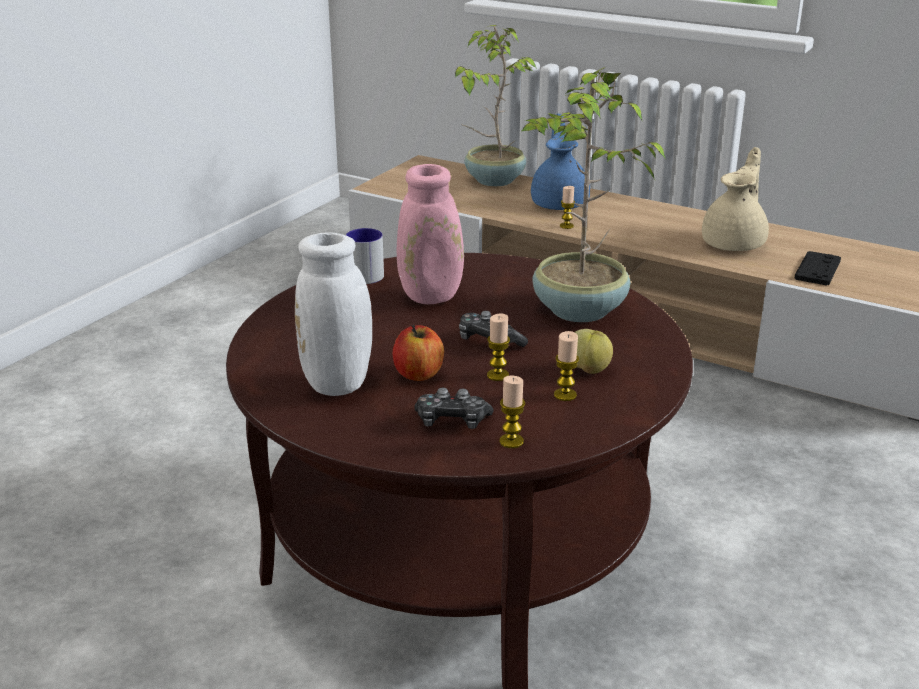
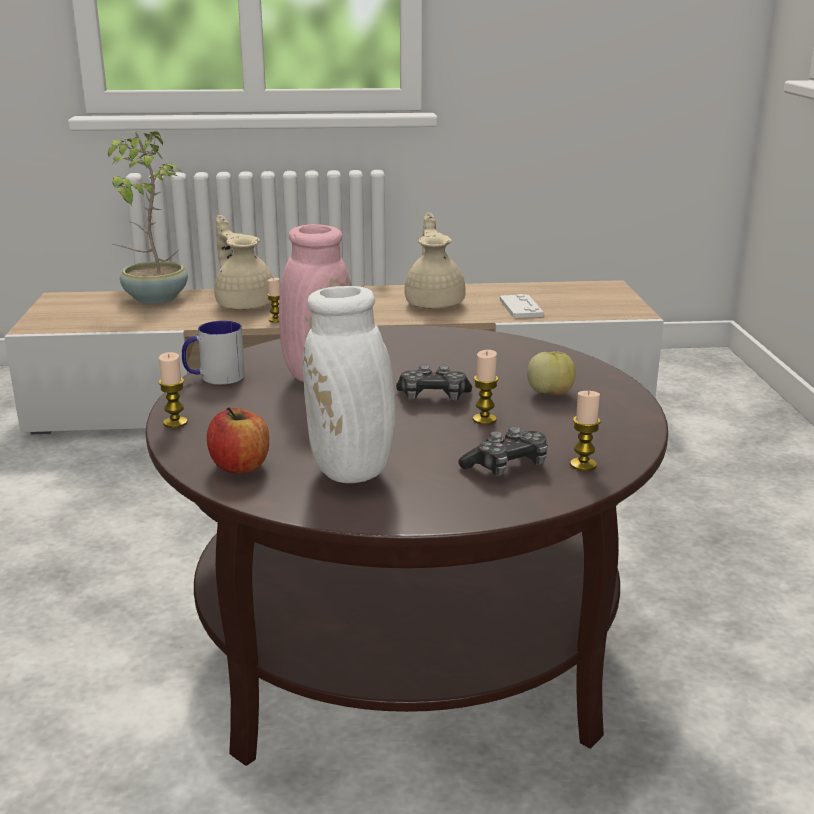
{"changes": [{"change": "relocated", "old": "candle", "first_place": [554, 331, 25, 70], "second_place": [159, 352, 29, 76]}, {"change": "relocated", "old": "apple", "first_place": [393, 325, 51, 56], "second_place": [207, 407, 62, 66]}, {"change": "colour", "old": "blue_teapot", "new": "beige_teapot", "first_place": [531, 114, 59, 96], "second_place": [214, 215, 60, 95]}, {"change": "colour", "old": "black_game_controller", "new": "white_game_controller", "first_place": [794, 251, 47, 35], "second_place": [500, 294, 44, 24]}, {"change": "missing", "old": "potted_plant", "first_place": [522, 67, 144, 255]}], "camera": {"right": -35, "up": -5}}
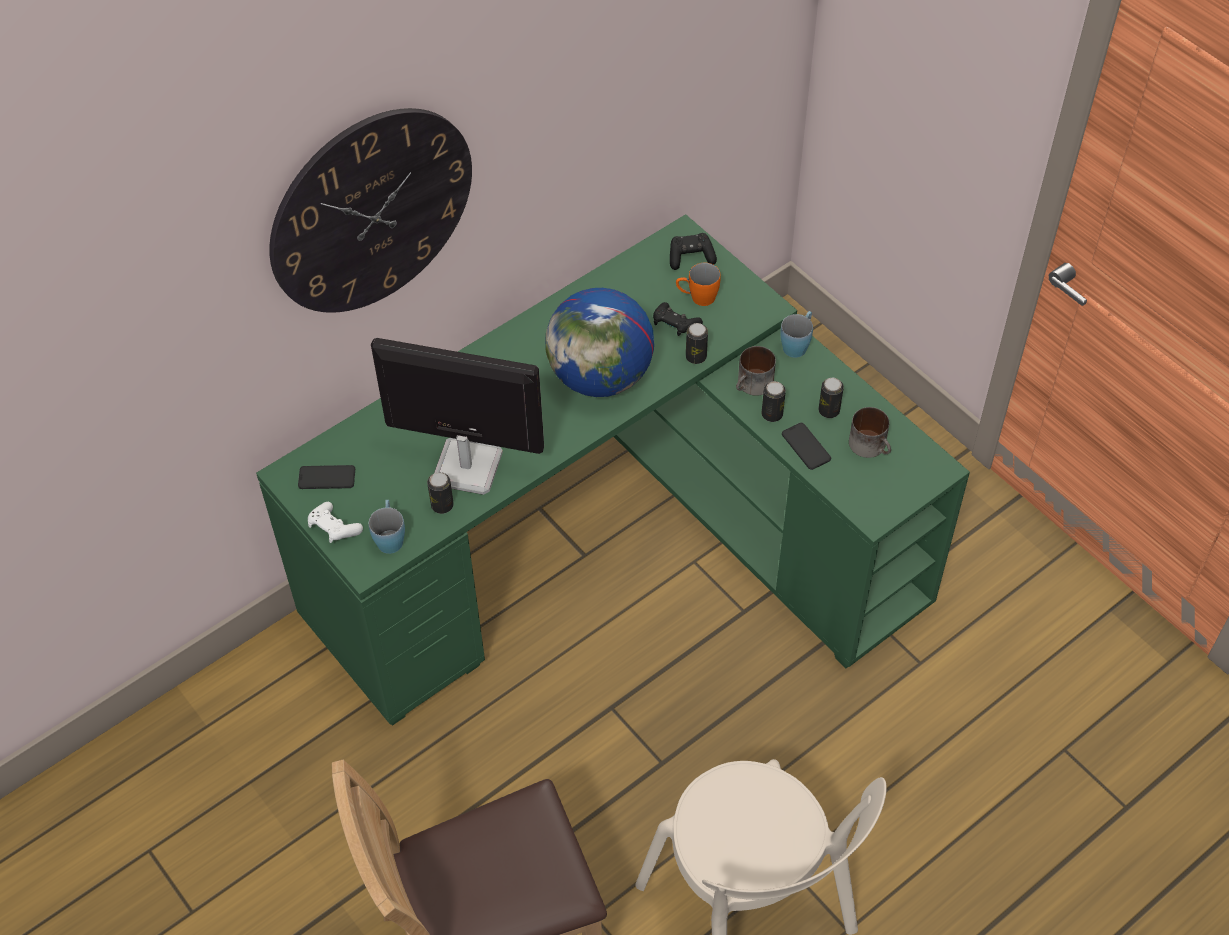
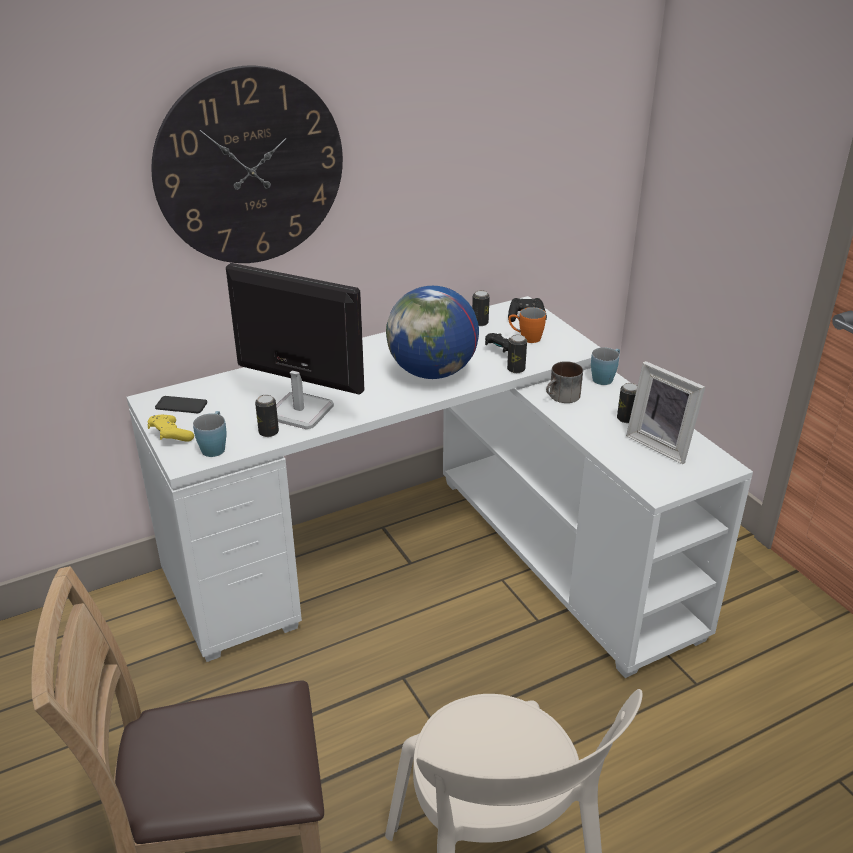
{"changes": [{"change": "colour", "old": "green_desk", "new": "white_desk", "first_place": [256, 214, 714, 512], "second_place": [127, 296, 626, 382]}, {"change": "colour", "old": "white_game_controller", "new": "yellow_game_controller", "first_place": [308, 502, 55, 41], "second_place": [148, 415, 46, 27]}, {"change": "relocated", "old": "can", "first_place": [762, 381, 24, 41], "second_place": [472, 290, 18, 36]}, {"change": "exchanged", "old": "mug", "new": "picture_frame", "first_place": [849, 407, 42, 51], "second_place": [626, 361, 79, 103]}, {"change": "missing", "old": "phone", "first_place": [782, 423, 49, 47]}], "camera": {"right": 10, "up": -20}}
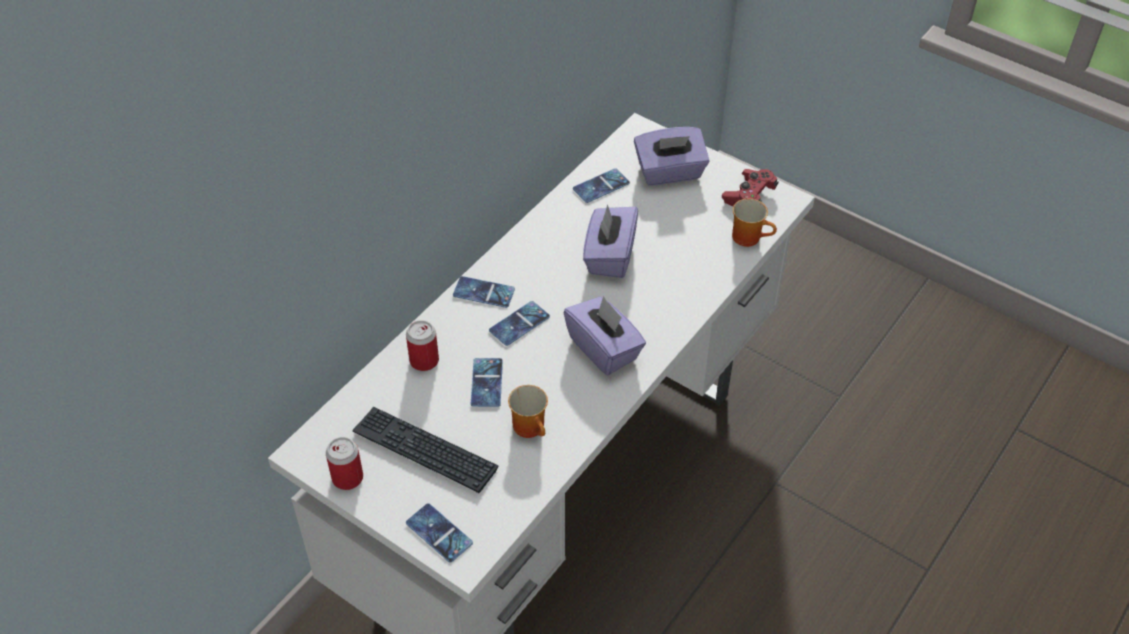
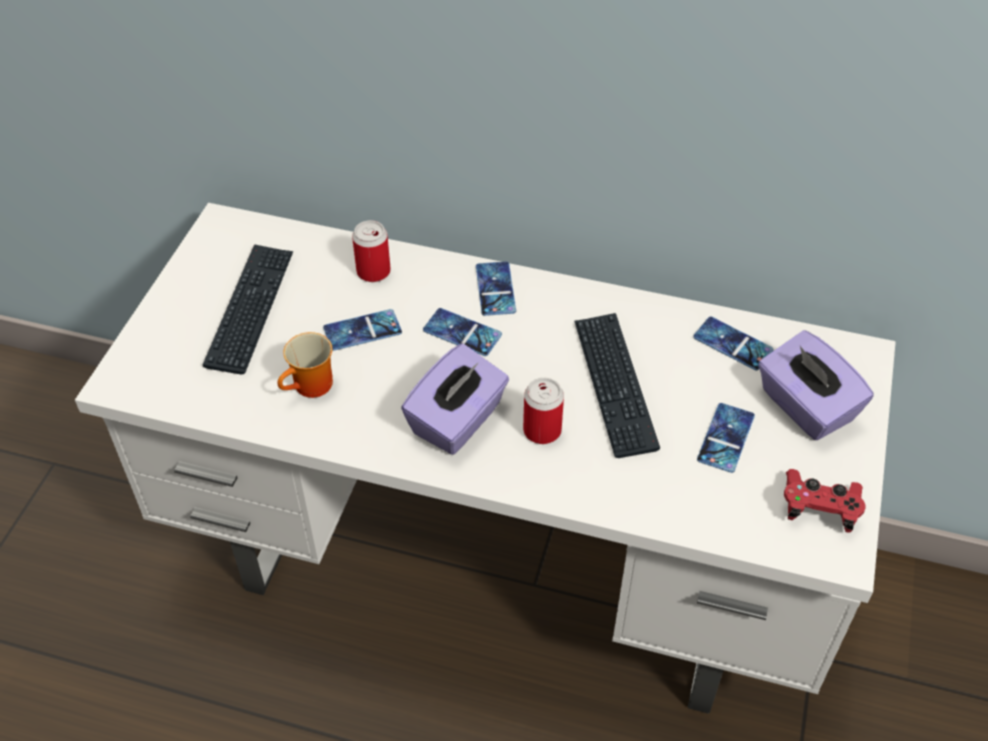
{"changes": [{"change": "relocated", "old": "can", "first_place": [326, 437, 37, 53], "second_place": [523, 378, 41, 66]}, {"change": "exchanged", "old": "purple_tissue_box", "new": "keyboard", "first_place": [583, 204, 55, 74], "second_place": [574, 313, 86, 145]}, {"change": "relocated", "old": "phone", "first_place": [406, 503, 67, 60], "second_place": [697, 403, 58, 70]}, {"change": "missing", "old": "mug", "first_place": [732, 198, 45, 49]}], "camera": {"right": 70, "up": 0}}
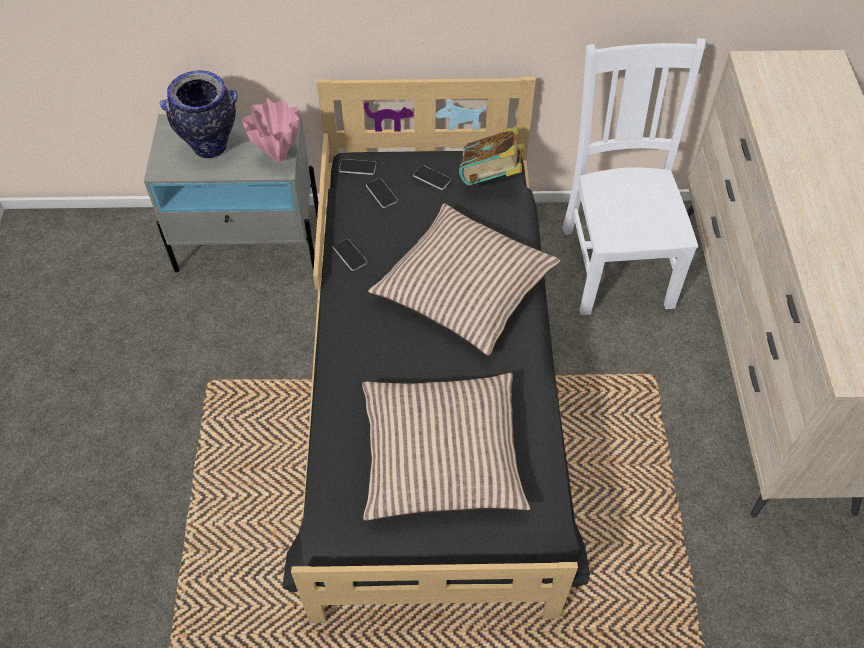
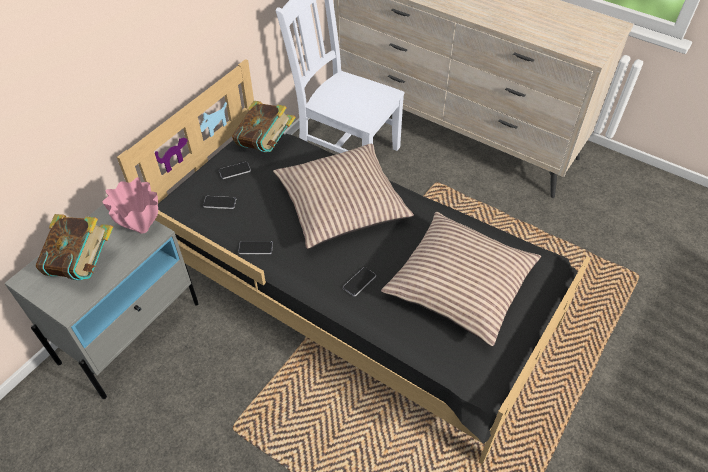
{"changes": [{"change": "exchanged", "old": "vase", "new": "book", "first_place": [160, 71, 78, 87], "second_place": [36, 214, 77, 66]}, {"change": "relocated", "old": "phone", "first_place": [339, 159, 37, 16], "second_place": [343, 267, 33, 30]}], "camera": {"right": -55, "up": -5}}
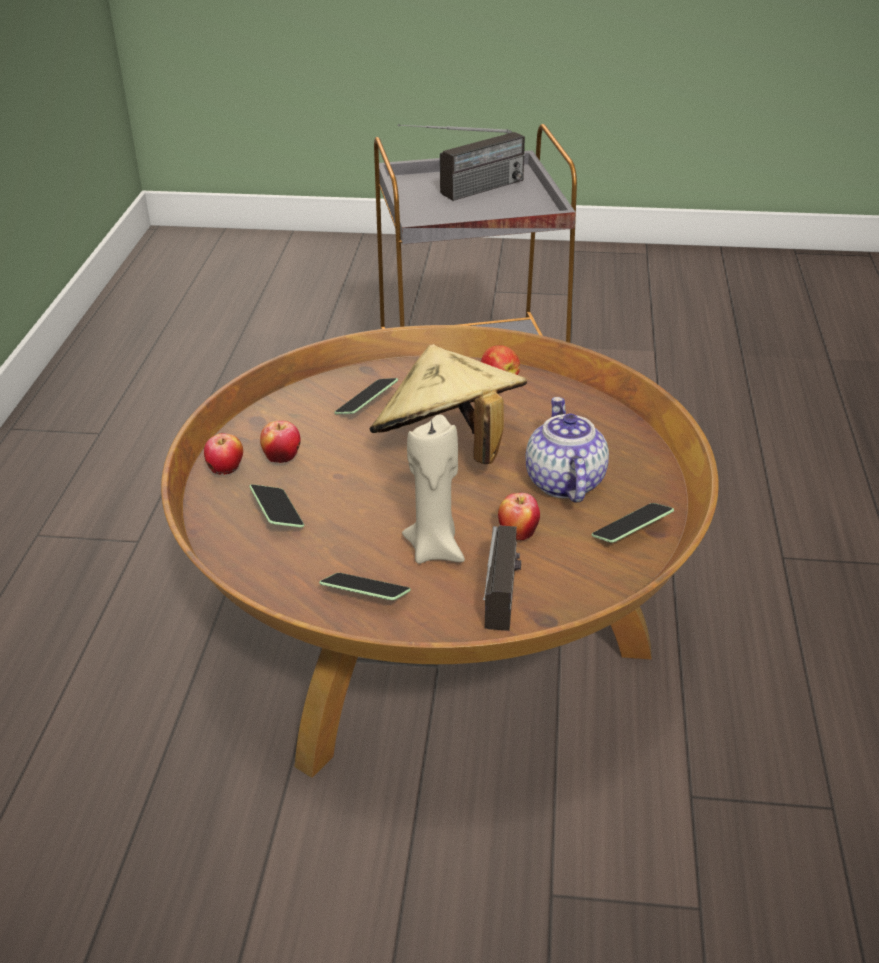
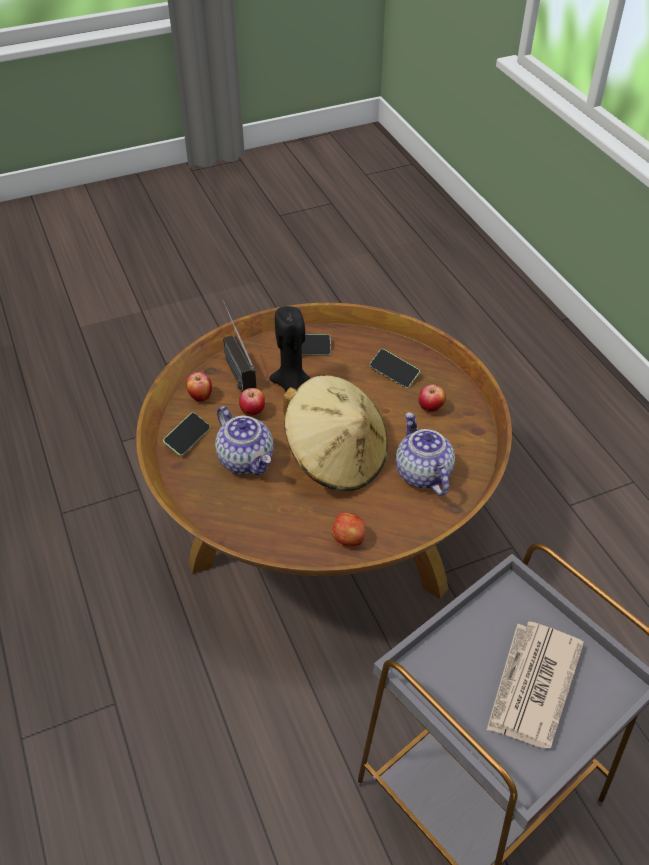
{"changes": [{"change": "relocated", "old": "apple", "first_place": [204, 433, 39, 42], "second_place": [186, 372, 26, 30]}, {"change": "colour", "old": "beige_candle", "new": "black_candle", "first_place": [402, 414, 63, 150], "second_place": [270, 306, 40, 86]}, {"change": "exchanged", "old": "phone", "new": "teapot", "first_place": [334, 378, 64, 36], "second_place": [396, 412, 59, 84]}, {"change": "exchanged", "old": "radio", "new": "newspaper", "first_place": [398, 124, 127, 77], "second_place": [487, 622, 97, 126]}], "camera": {"right": 150, "up": 10}}
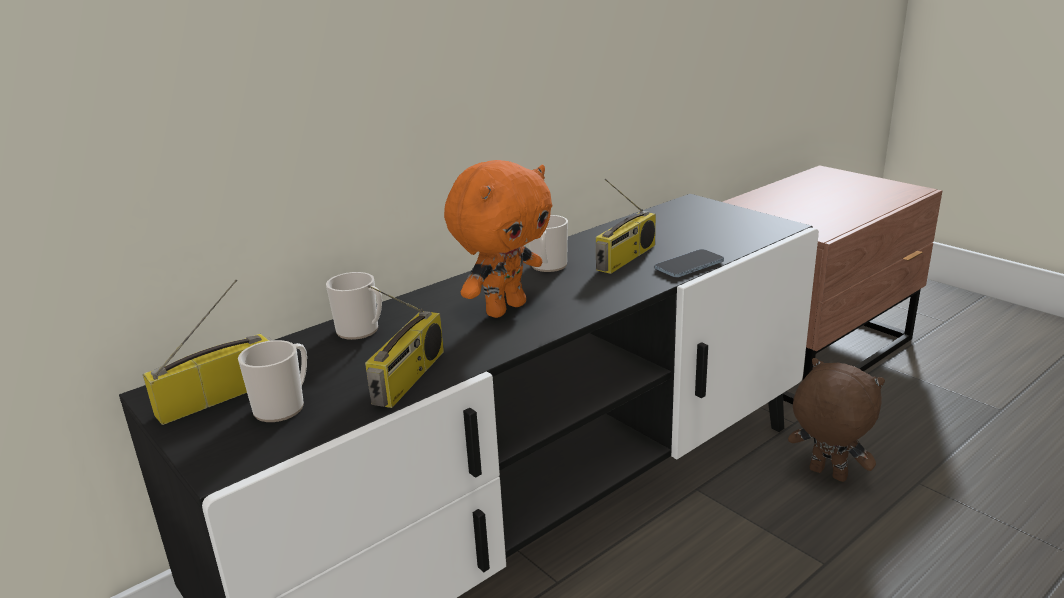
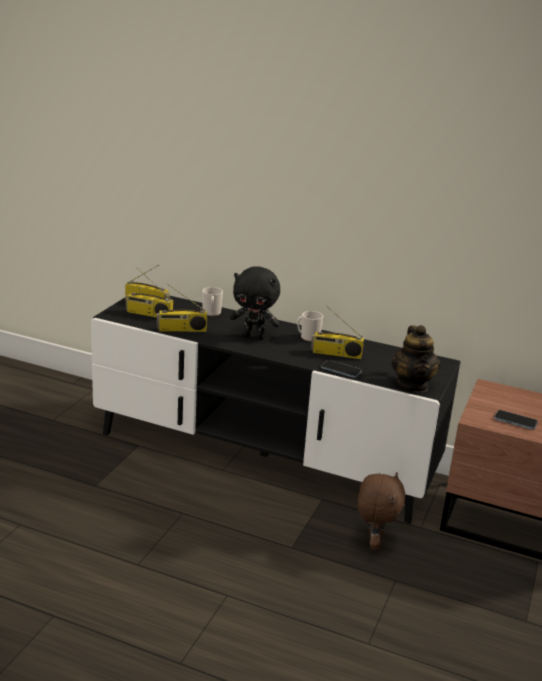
{"changes": [{"change": "exchanged", "old": "mug", "new": "radio", "first_place": [238, 340, 69, 82], "second_place": [126, 268, 47, 50]}, {"change": "colour", "old": "orange_plush_toy", "new": "black_plush_toy", "first_place": [444, 160, 109, 158], "second_place": [230, 266, 50, 73]}, {"change": "appeared", "new": "teapot", "second_place": [391, 325, 49, 67]}, {"change": "appeared", "new": "phone", "second_place": [494, 410, 44, 20]}], "camera": {"right": 60, "up": 0}}
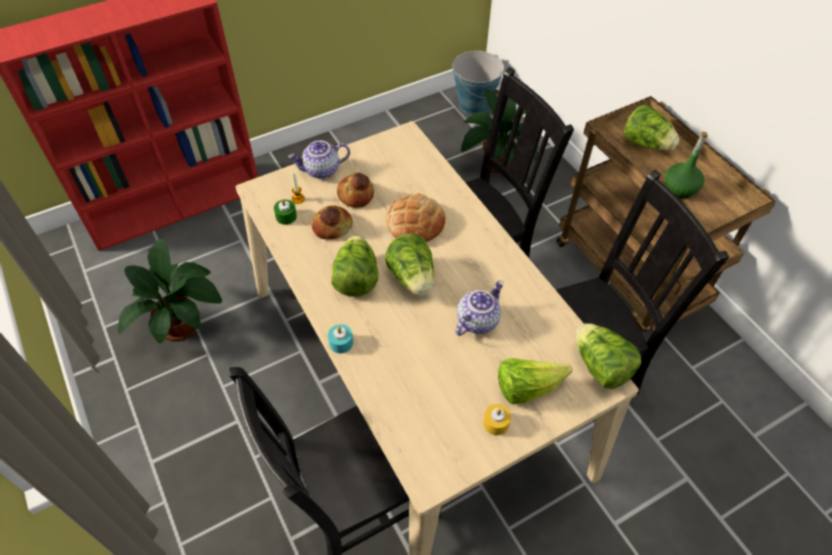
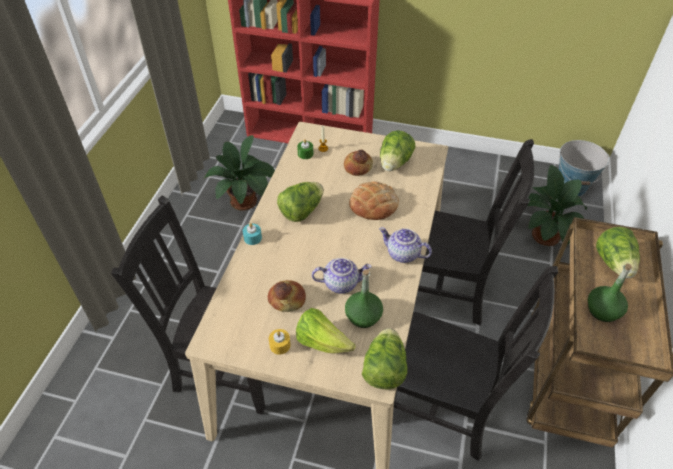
{"changes": [{"change": "relocated", "old": "bread", "first_place": [312, 206, 41, 34], "second_place": [268, 280, 38, 32]}, {"change": "appeared", "new": "green_bottle", "second_place": [345, 269, 38, 59]}, {"change": "relocated", "old": "teapot", "first_place": [288, 141, 62, 38], "second_place": [379, 227, 53, 36]}, {"change": "relocated", "old": "lettuce", "first_place": [385, 234, 49, 62], "second_place": [380, 130, 35, 41]}], "camera": {"right": 45, "up": -5}}
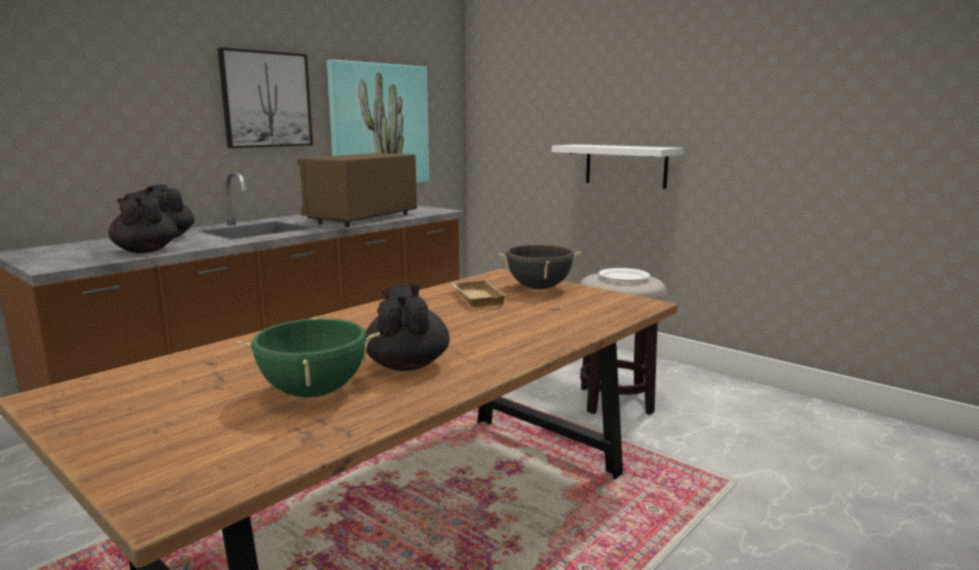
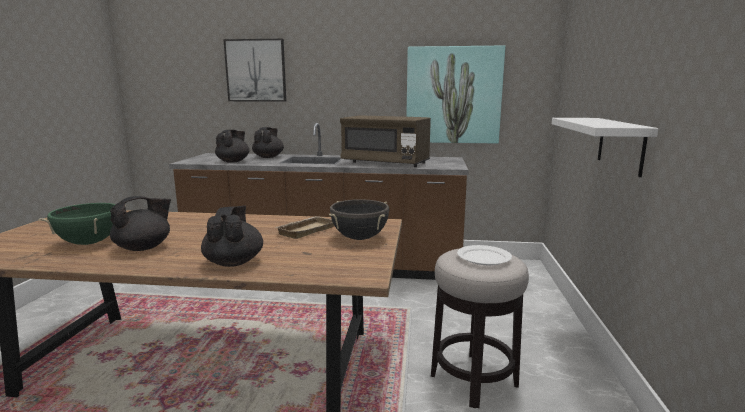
{"changes": [{"change": "appeared", "new": "black_teapot", "second_place": [201, 205, 62, 62]}, {"change": "relocated", "old": "picture", "first_place": [218, 47, 95, 101], "second_place": [223, 39, 63, 63]}, {"change": "spun", "old": "brown_microwave", "first_place": [297, 153, 120, 74], "second_place": [340, 115, 91, 52], "degrees": -150}], "camera": {"right": 55, "up": 0}}
